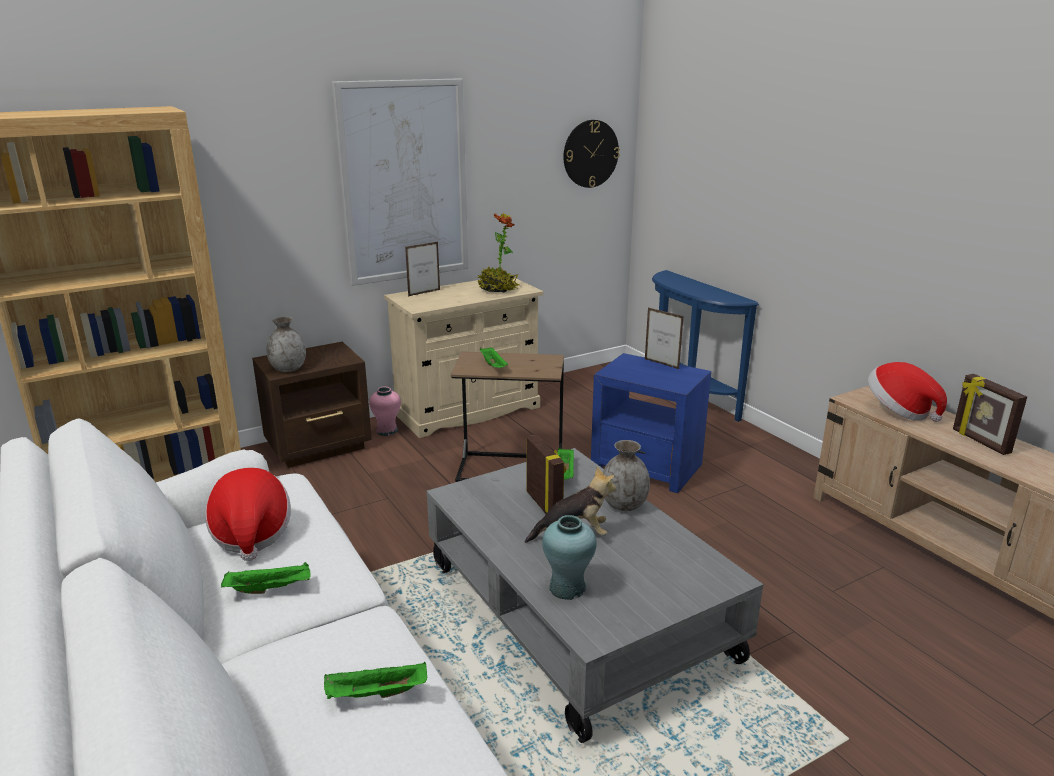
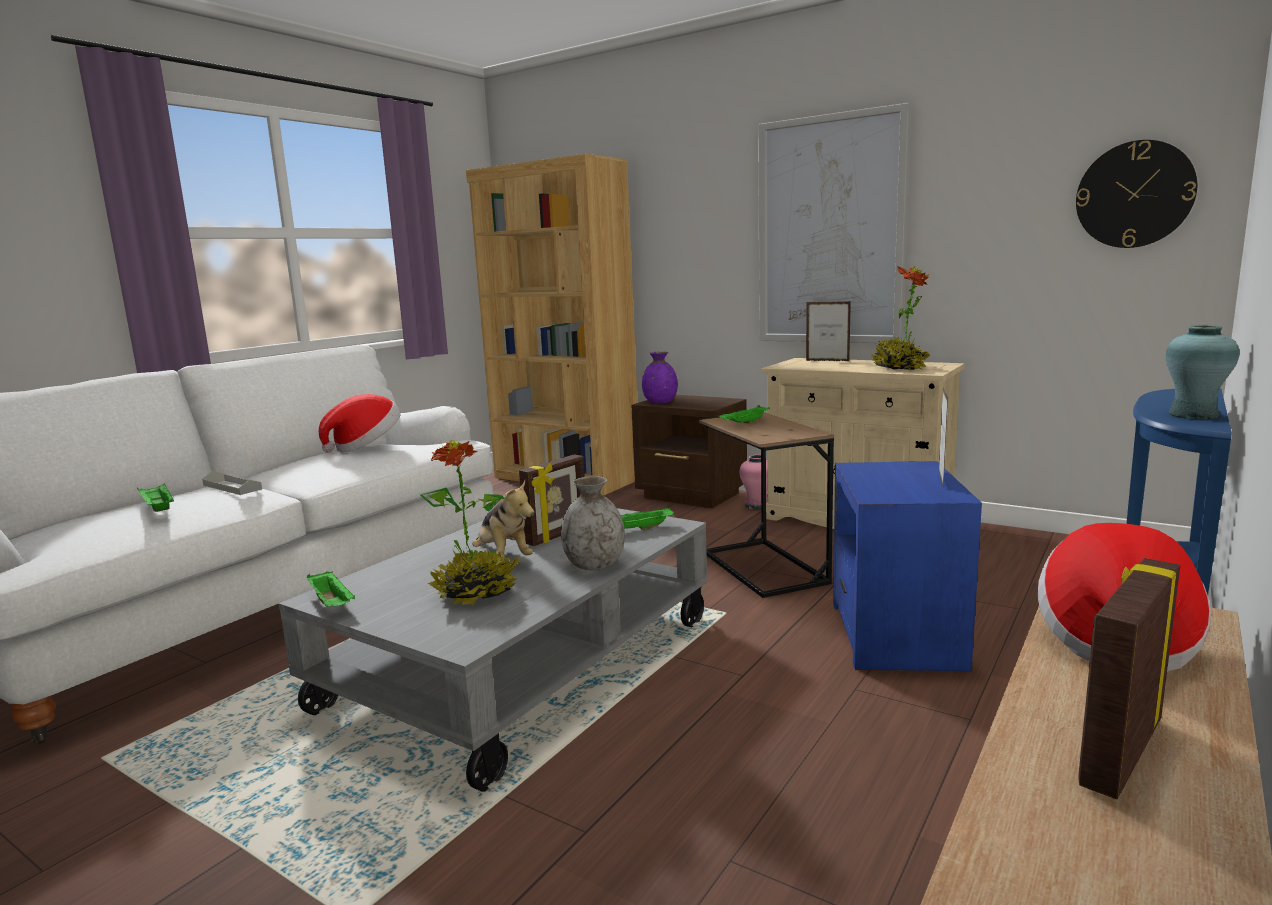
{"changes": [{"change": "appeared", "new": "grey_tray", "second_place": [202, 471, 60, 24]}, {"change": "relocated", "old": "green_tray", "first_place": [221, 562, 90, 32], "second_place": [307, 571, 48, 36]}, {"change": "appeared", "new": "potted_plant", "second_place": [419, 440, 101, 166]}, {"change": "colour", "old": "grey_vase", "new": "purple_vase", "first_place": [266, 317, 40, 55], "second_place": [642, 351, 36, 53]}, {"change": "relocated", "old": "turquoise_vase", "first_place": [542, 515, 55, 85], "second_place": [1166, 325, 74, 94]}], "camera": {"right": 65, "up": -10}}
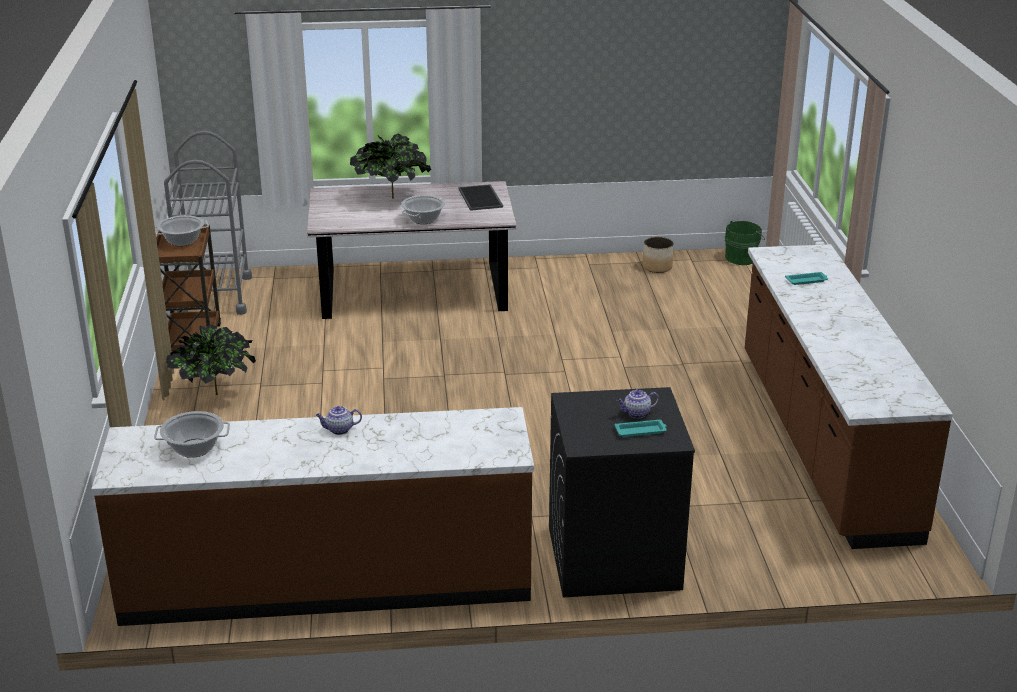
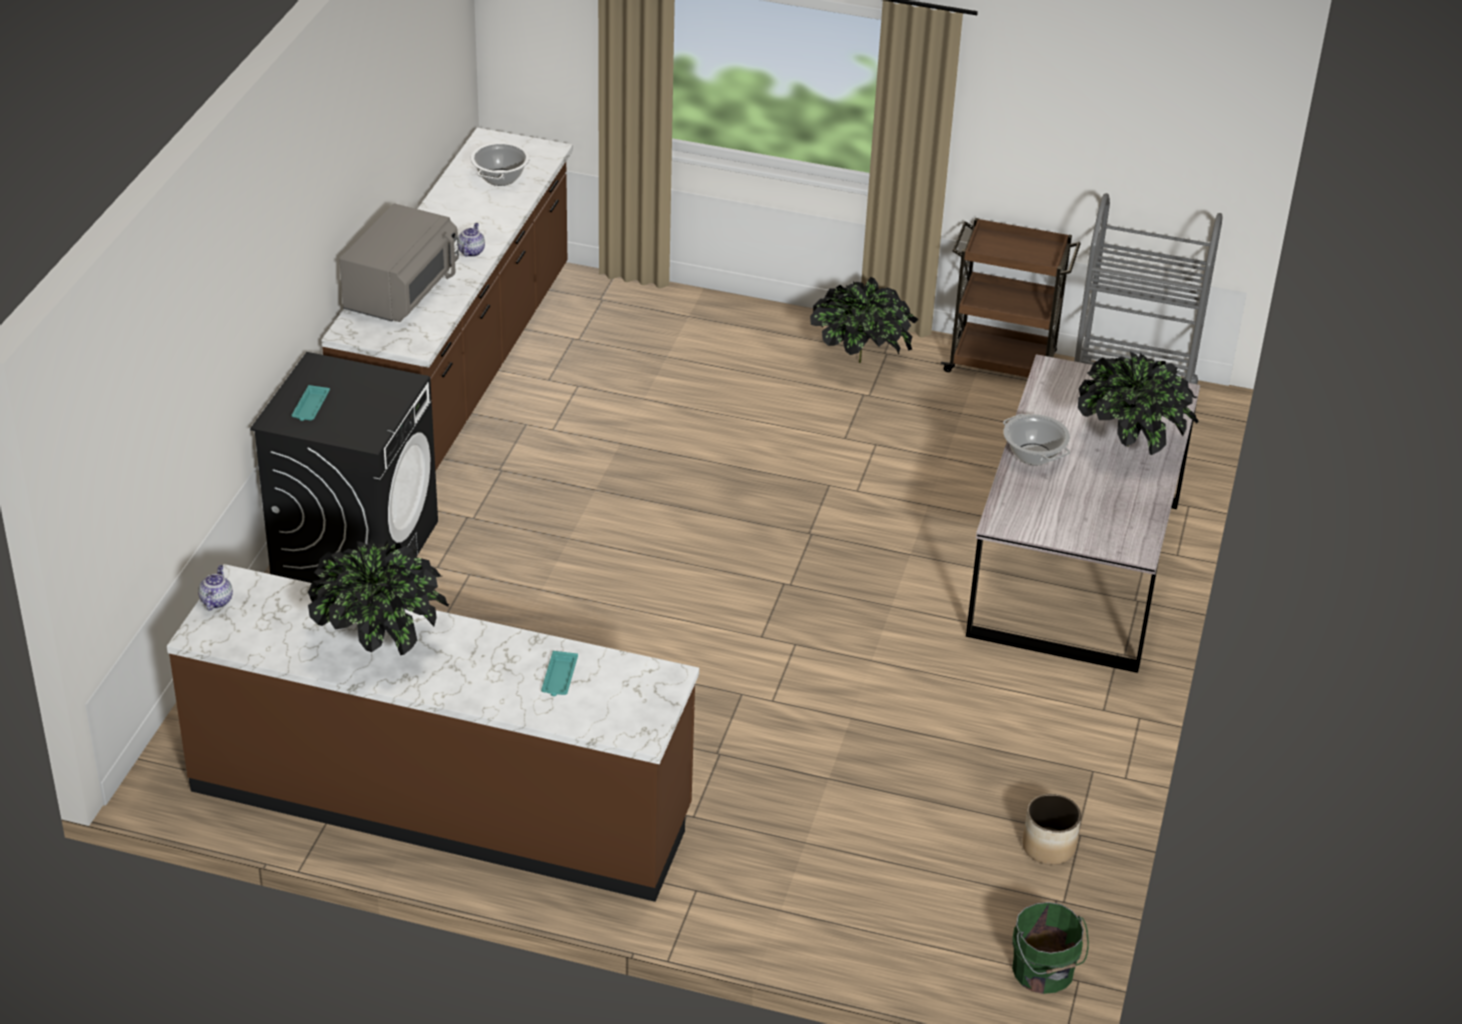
{"changes": [{"change": "relocated", "old": "teapot", "first_place": [616, 390, 43, 28], "second_place": [198, 565, 35, 45]}, {"change": "appeared", "new": "potted_plant", "second_place": [308, 539, 141, 116]}, {"change": "appeared", "new": "grey_microwave", "second_place": [339, 203, 120, 119]}, {"change": "missing", "old": "cooking_pot", "first_place": [155, 215, 54, 31]}, {"change": "missing", "old": "tray", "first_place": [458, 184, 45, 27]}], "camera": {"right": 110, "up": 10}}
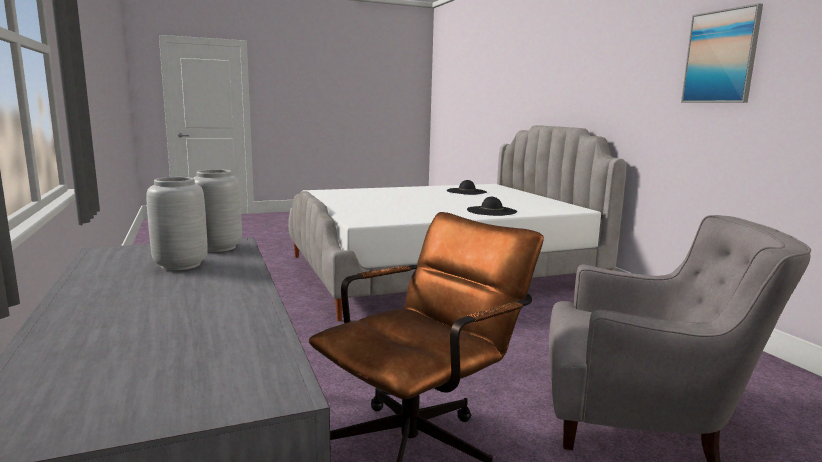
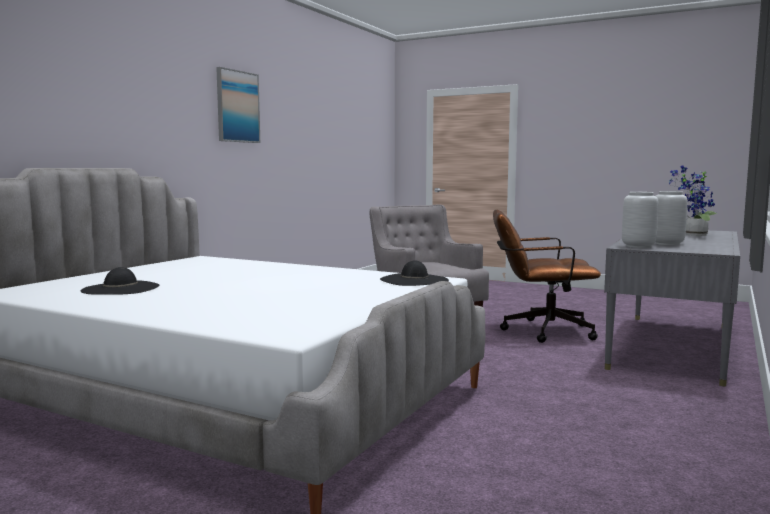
{"changes": [{"change": "relocated", "old": "black_hat", "first_place": [467, 197, 50, 19], "second_place": [380, 260, 69, 26]}, {"change": "appeared", "new": "potted_plant", "second_place": [669, 166, 49, 70]}], "camera": {"right": -130, "up": -5}}
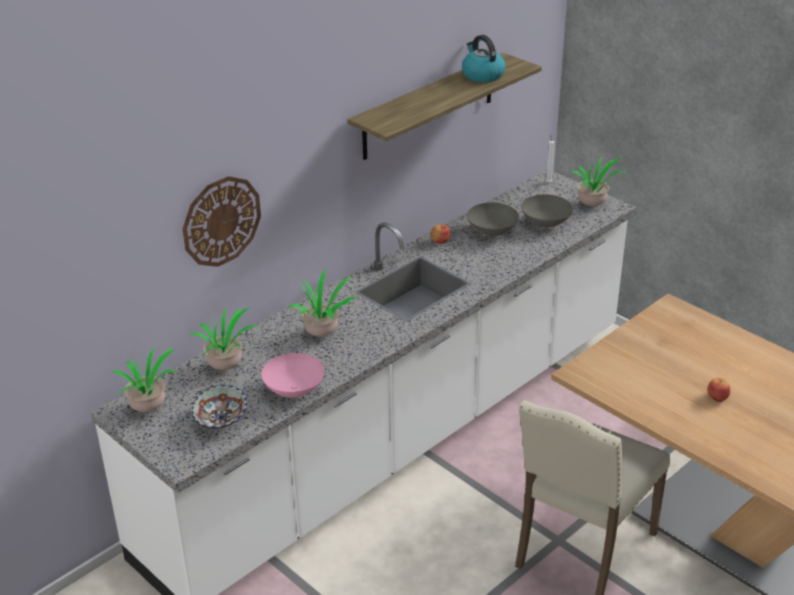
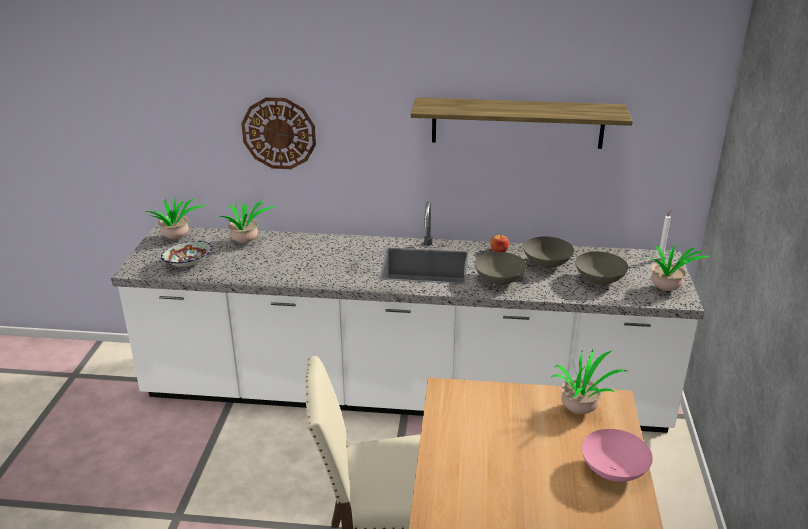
{"changes": [{"change": "appeared", "new": "grey_bowl", "second_place": [474, 252, 53, 33]}, {"change": "relocated", "old": "potted_plant", "first_place": [289, 269, 69, 68], "second_place": [552, 349, 75, 65]}, {"change": "relocated", "old": "pink_bowl", "first_place": [261, 353, 63, 45], "second_place": [582, 429, 71, 53]}, {"change": "missing", "old": "kettle", "first_place": [462, 35, 43, 47]}, {"change": "missing", "old": "apple", "first_place": [707, 378, 24, 24]}], "camera": {"right": 50, "up": -5}}
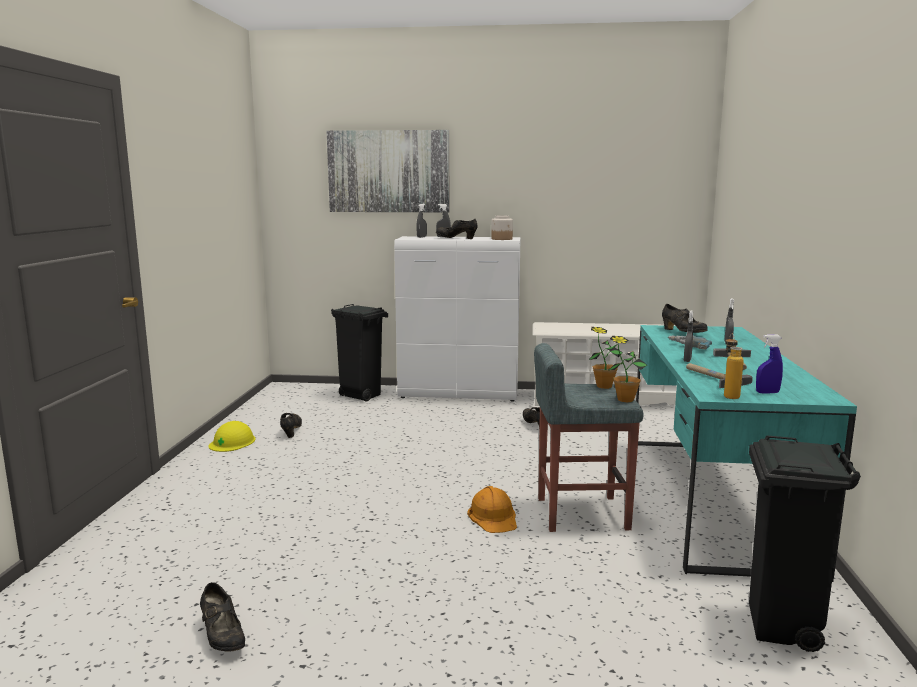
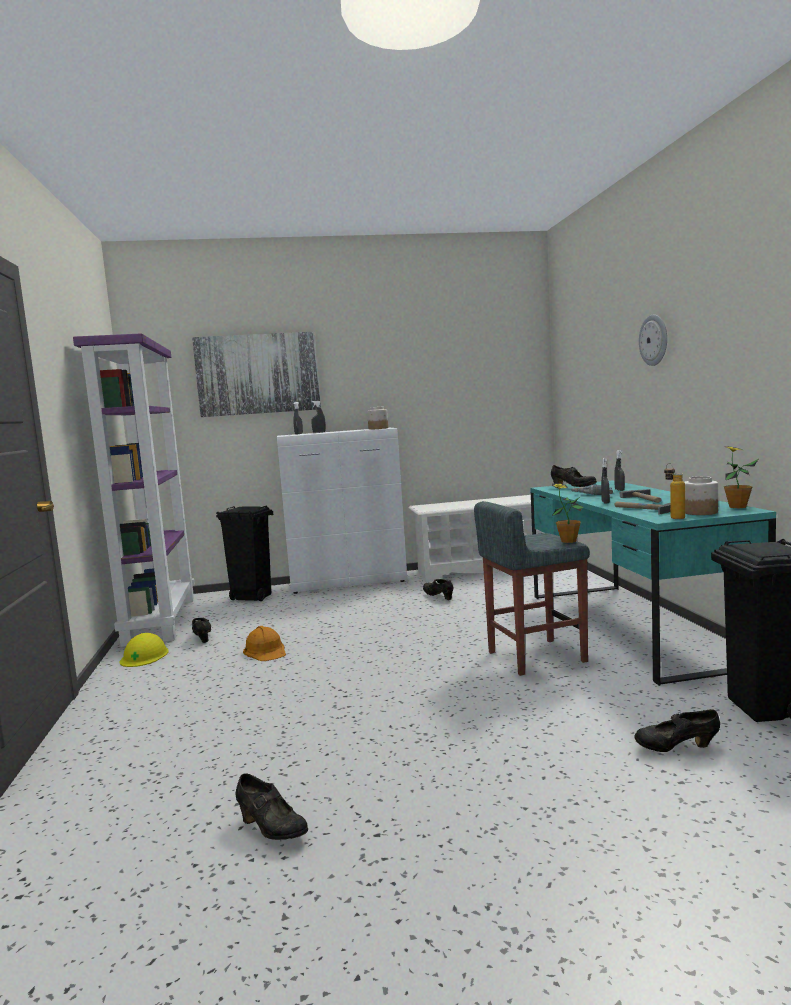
{"changes": [{"change": "appeared", "new": "purple_bookcase", "second_place": [73, 333, 122, 314]}, {"change": "relocated", "old": "orange_hard_hat", "first_place": [467, 486, 50, 47], "second_place": [243, 626, 43, 35]}, {"change": "relocated", "old": "black_shoe", "first_place": [436, 219, 41, 20], "second_place": [634, 709, 86, 43]}, {"change": "appeared", "new": "wall_clock", "second_place": [639, 315, 28, 51]}, {"change": "exchanged", "old": "blue_spray_bottle", "new": "jar", "first_place": [756, 335, 27, 59], "second_place": [684, 476, 34, 39]}, {"change": "relocated", "old": "potted_plant", "first_place": [589, 327, 34, 62], "second_place": [724, 446, 34, 62]}], "camera": {"right": -15, "up": -5}}
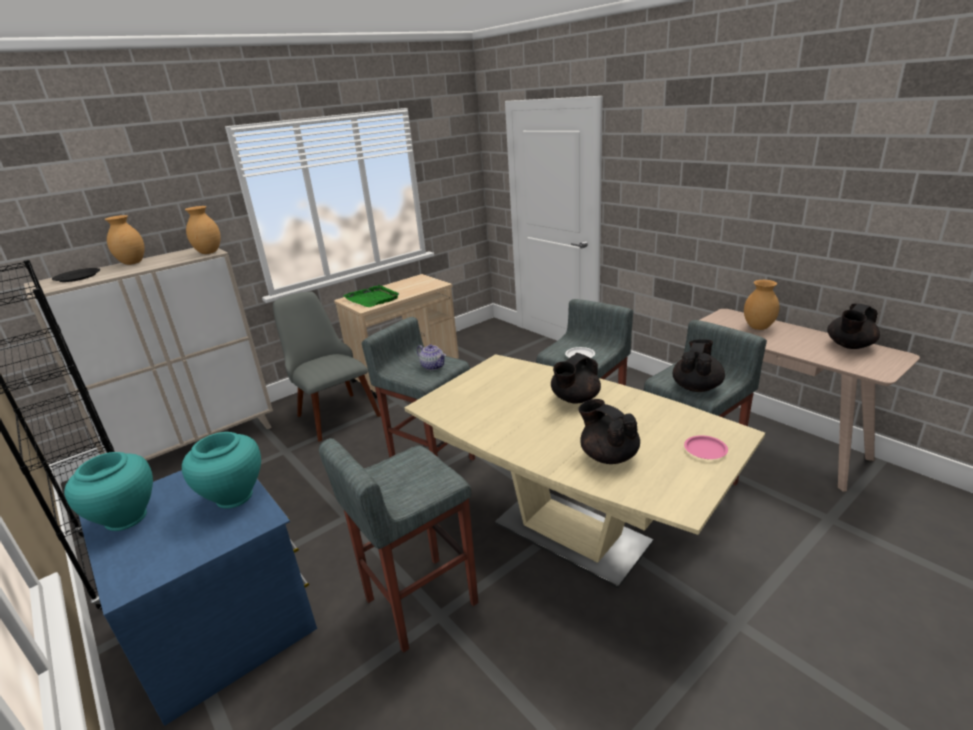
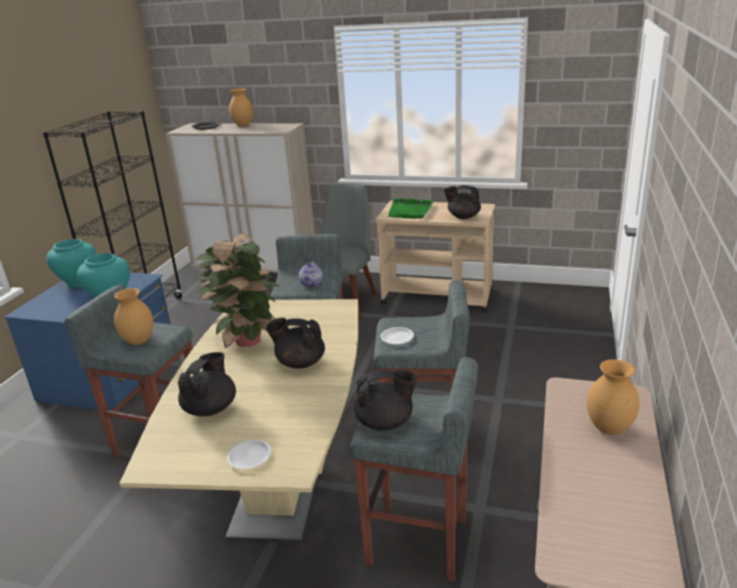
{"changes": [{"change": "relocated", "old": "brown_vase", "first_place": [185, 206, 36, 48], "second_place": [114, 288, 40, 57]}, {"change": "appeared", "new": "potted_plant", "second_place": [195, 233, 85, 115]}, {"change": "colour", "old": "pink_plate", "new": "white_plate", "first_place": [684, 435, 44, 24], "second_place": [227, 440, 44, 29]}, {"change": "relocated", "old": "black_teapot", "first_place": [827, 303, 53, 46], "second_place": [444, 185, 37, 34]}], "camera": {"right": 55, "up": 0}}
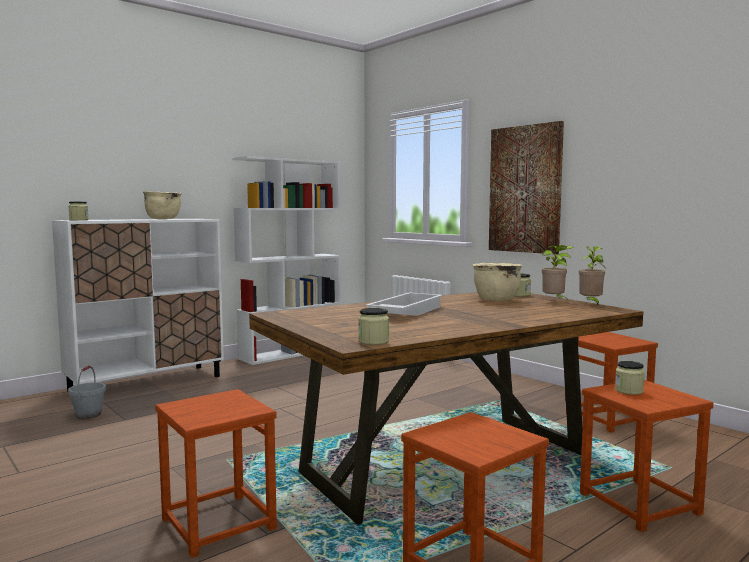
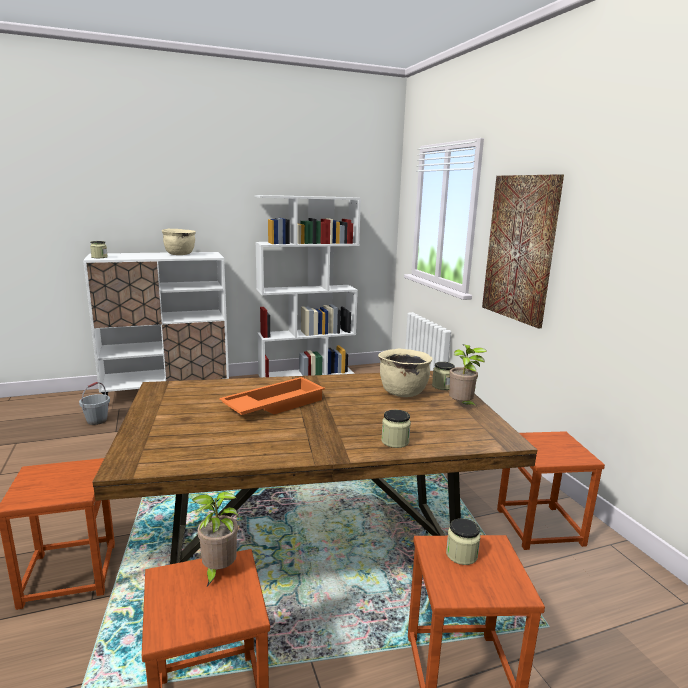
{"changes": [{"change": "relocated", "old": "potted_plant", "first_place": [579, 246, 26, 60], "second_place": [192, 492, 46, 96]}, {"change": "colour", "old": "white_tray", "new": "orange_tray", "first_place": [365, 292, 78, 24], "second_place": [219, 377, 106, 38]}, {"change": "relocated", "old": "jar", "first_place": [358, 308, 31, 37], "second_place": [381, 410, 30, 38]}], "camera": {"right": 20, "up": 10}}
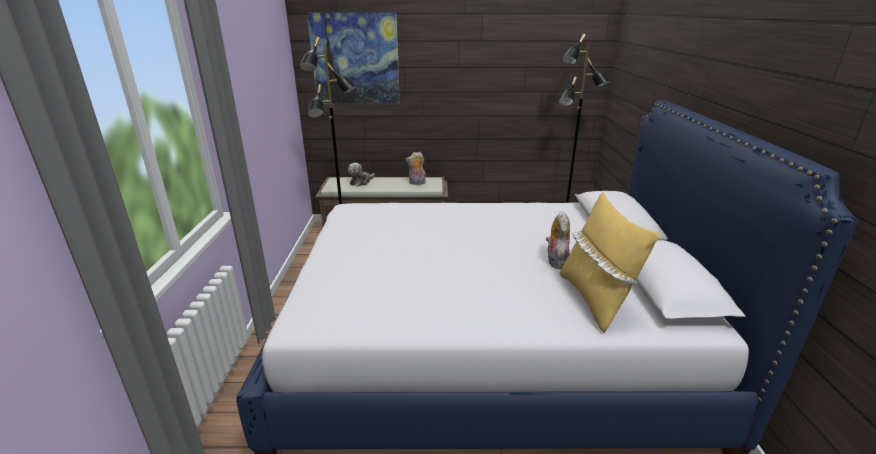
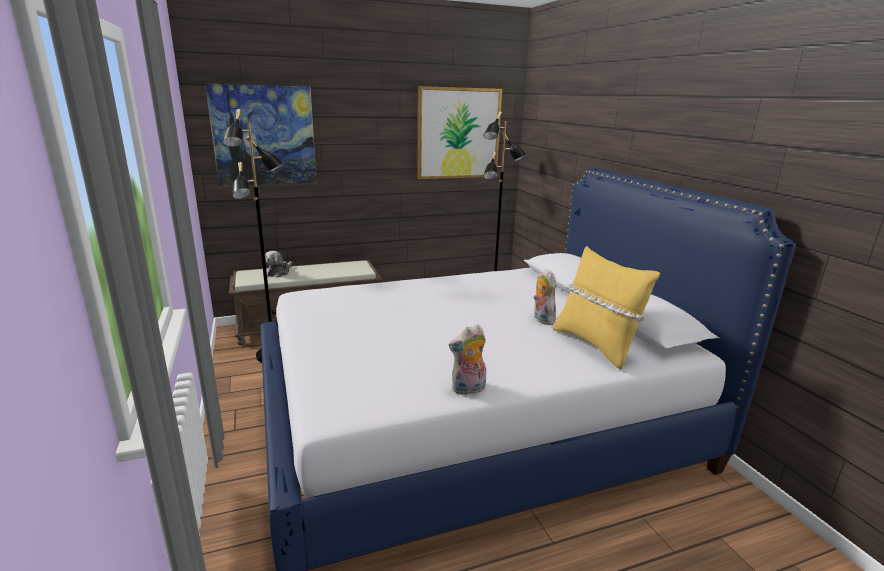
{"changes": [{"change": "appeared", "new": "picture", "second_place": [417, 86, 85, 93]}, {"change": "relocated", "old": "plush_toy", "first_place": [406, 152, 20, 33], "second_place": [449, 324, 37, 71]}], "camera": {"right": -20, "up": -5}}
